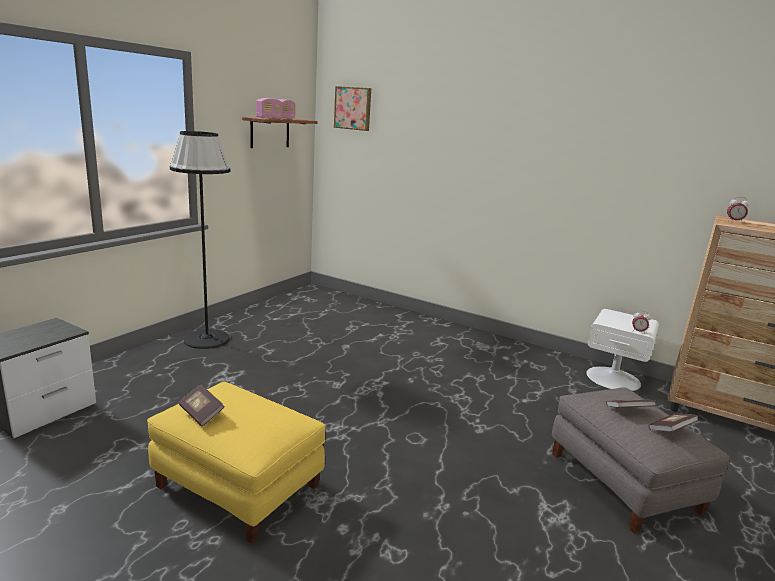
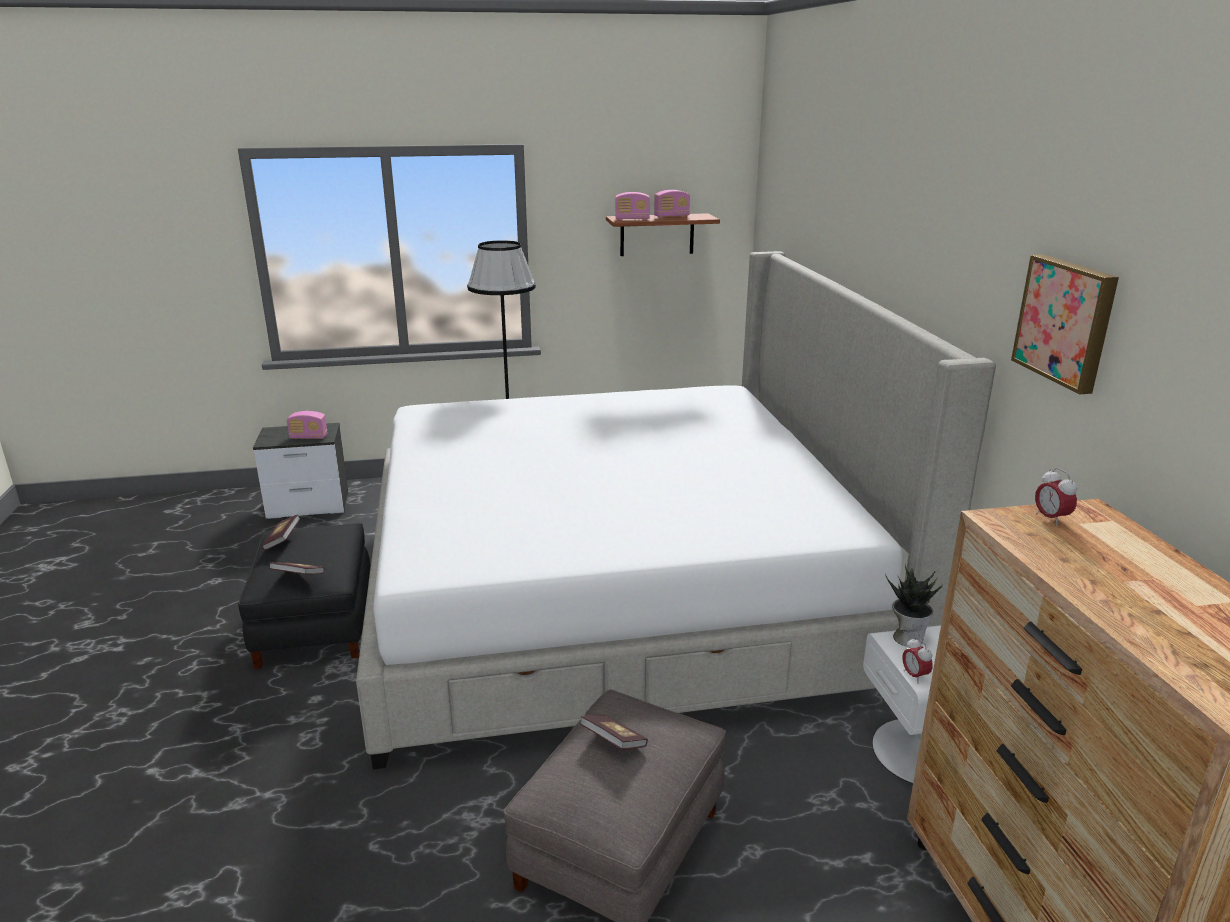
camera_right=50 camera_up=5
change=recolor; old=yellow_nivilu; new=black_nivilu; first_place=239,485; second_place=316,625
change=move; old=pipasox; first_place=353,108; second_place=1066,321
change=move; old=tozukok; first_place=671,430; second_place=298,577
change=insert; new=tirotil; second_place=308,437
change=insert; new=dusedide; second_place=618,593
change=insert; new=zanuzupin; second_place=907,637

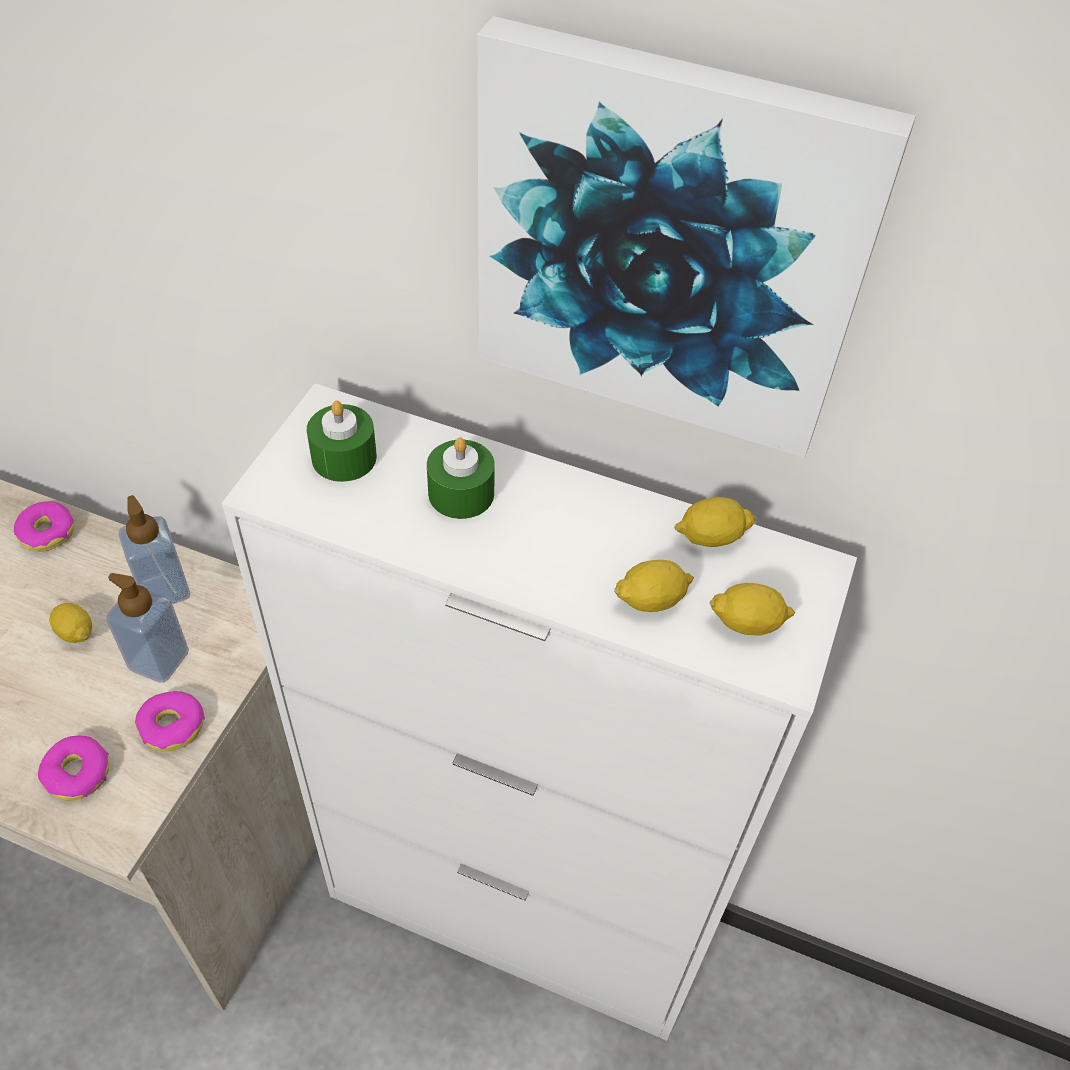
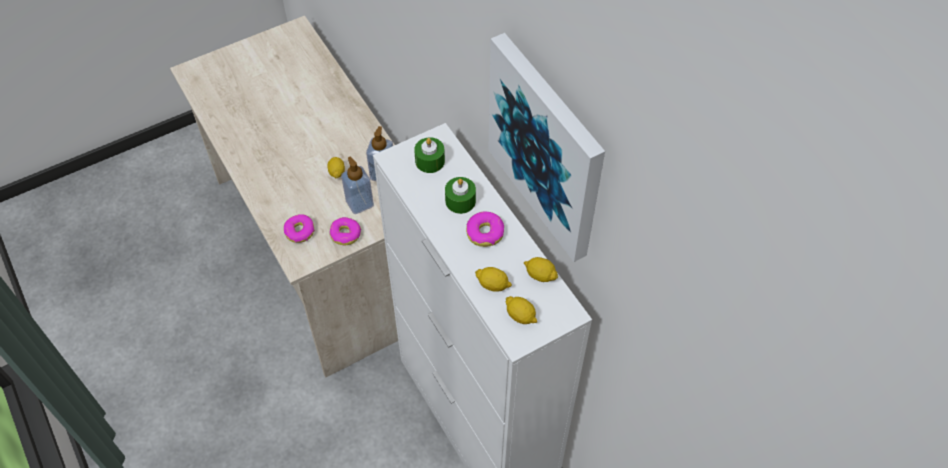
camera_right=40 camera_up=5
change=move; old=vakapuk; first_place=47,532; second_place=485,233

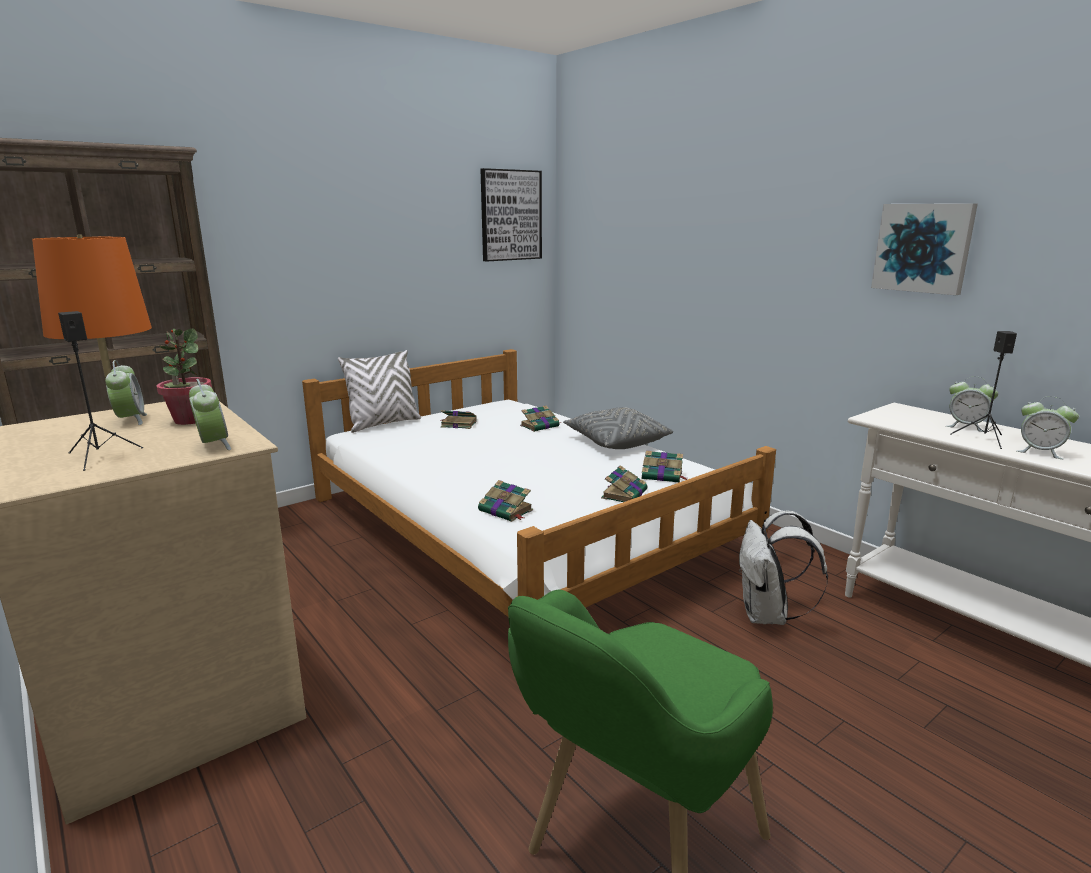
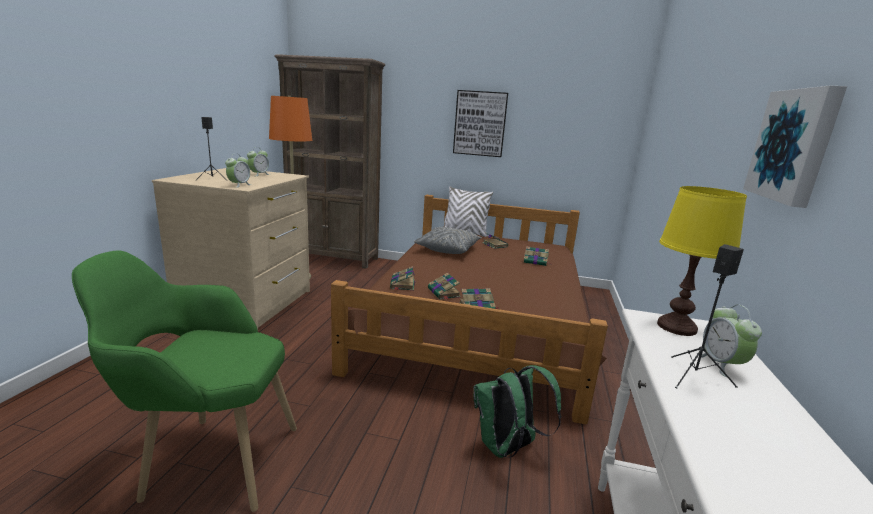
camera_right=50 camera_up=0
change=delete; old=zanuzupin; first_place=190,420
change=recolor; old=white_dusedide; new=brown_dusedide; first_place=520,527; second_place=478,319
change=move; old=pipasox; first_place=510,215; second_place=480,123
change=move; old=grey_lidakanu; first_place=616,442; second_place=448,249
change=move; old=tozukok; first_place=663,476; second_place=444,293
change=recolor; old=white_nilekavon; new=green_nilekavon; first_place=768,616; second_place=507,448
change=delete; old=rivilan; first_place=1039,452
change=insert; new=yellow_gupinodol; second_place=676,327

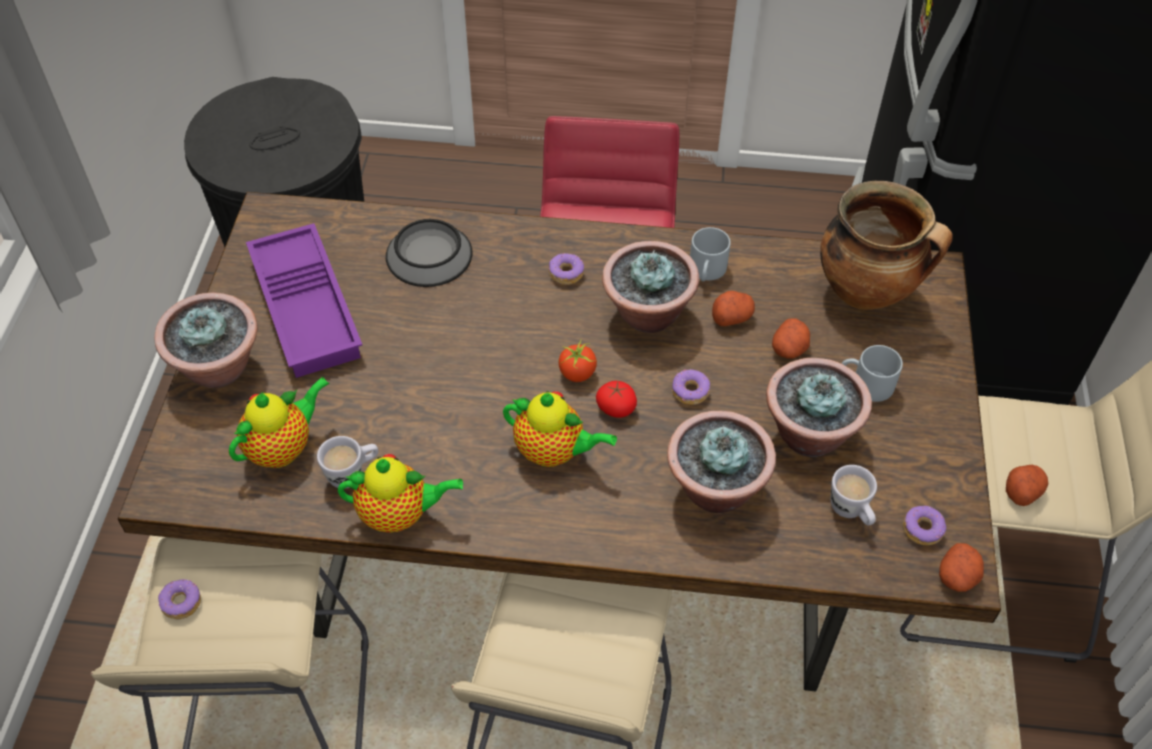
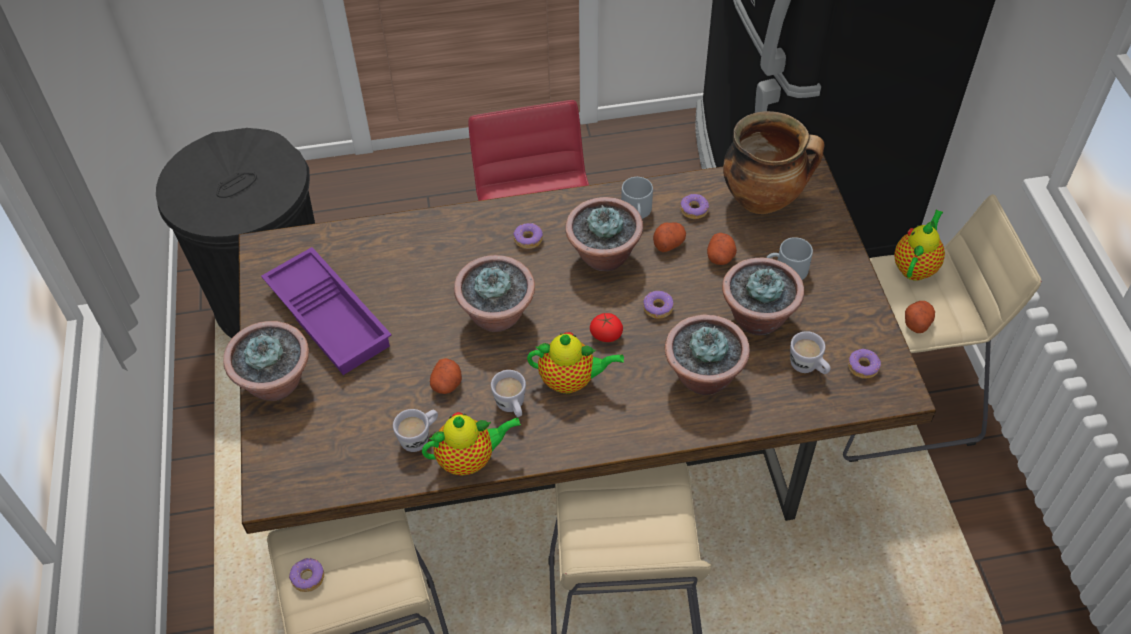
camera_right=-15 camera_up=0
change=move; old=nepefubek; first_place=283,448; second_place=915,266
change=delete; old=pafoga; first_place=429,254
change=delete; old=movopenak; first_place=577,373
change=move; old=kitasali; first_place=957,577; second_place=447,384
change=insert; new=zanuzupin; second_place=497,316
change=insert; new=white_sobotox; second_place=512,407
change=insert; new=vakapuk; second_place=694,210

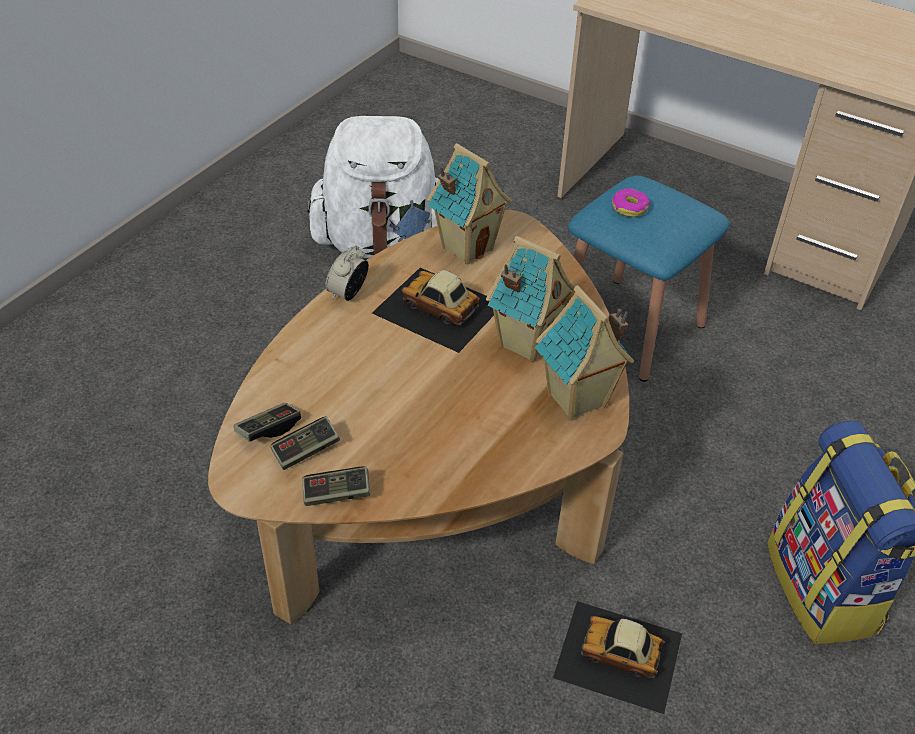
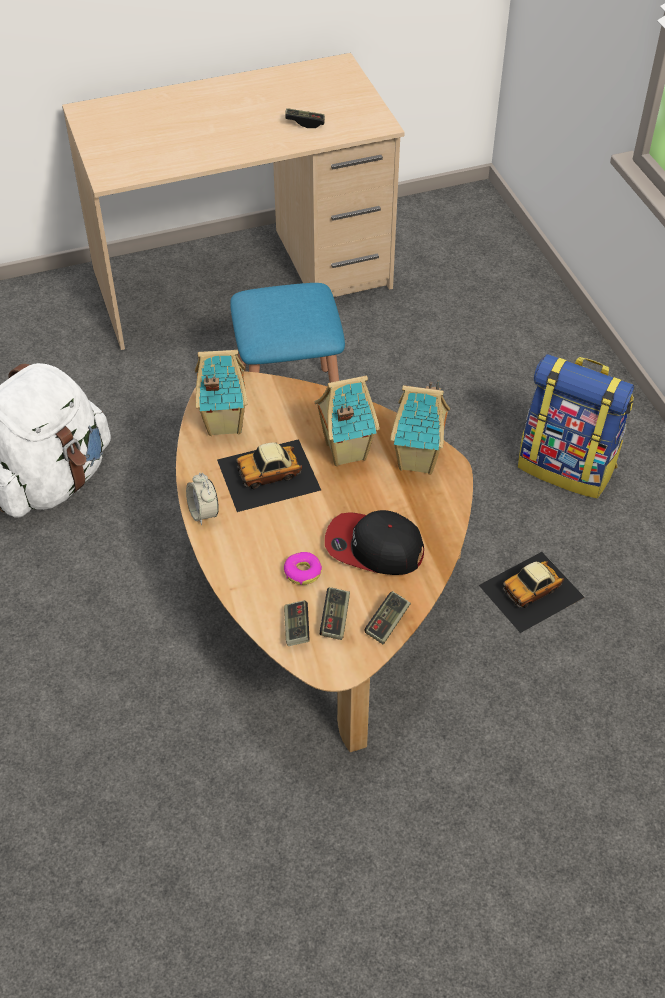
camera_right=-50 camera_up=5
change=move; old=vakapuk; first_place=629,208; second_place=302,572
change=insert; new=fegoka; second_place=305,123
change=insert; new=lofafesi; second_place=373,547

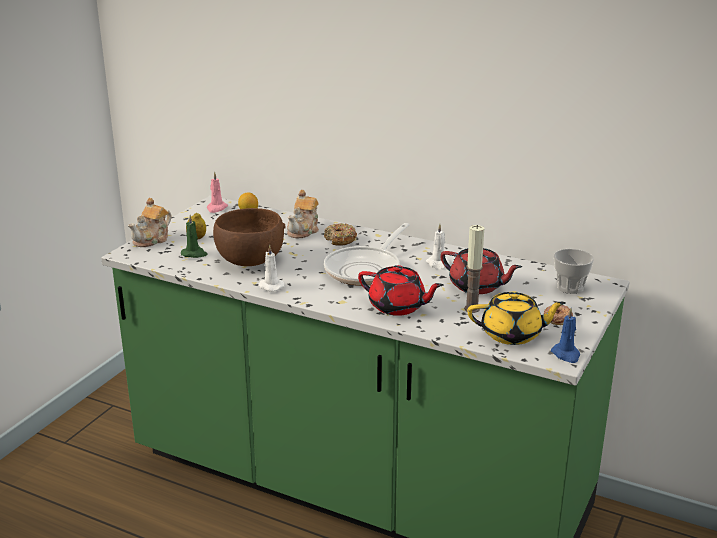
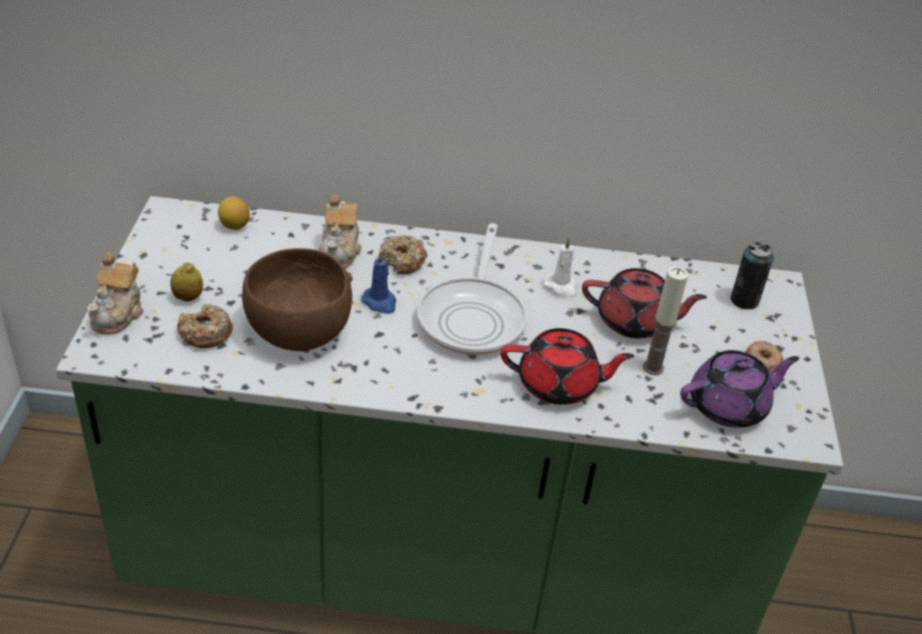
camera_right=-25 camera_up=15
change=replace; old=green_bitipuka; new=vakapuk; first_place=194,254; second_place=205,333
change=delete; old=pink_bitipuka; first_place=216,208
change=delete; old=white_bitipuka; first_place=270,286
change=recolor; old=yellow_nepefubek; new=purple_nepefubek; first_place=512,335; second_place=729,406
change=move; old=blue_bitipuka; first_place=566,355; second_place=380,302
change=replace; old=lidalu; new=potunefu; first_place=570,287; second_place=744,300

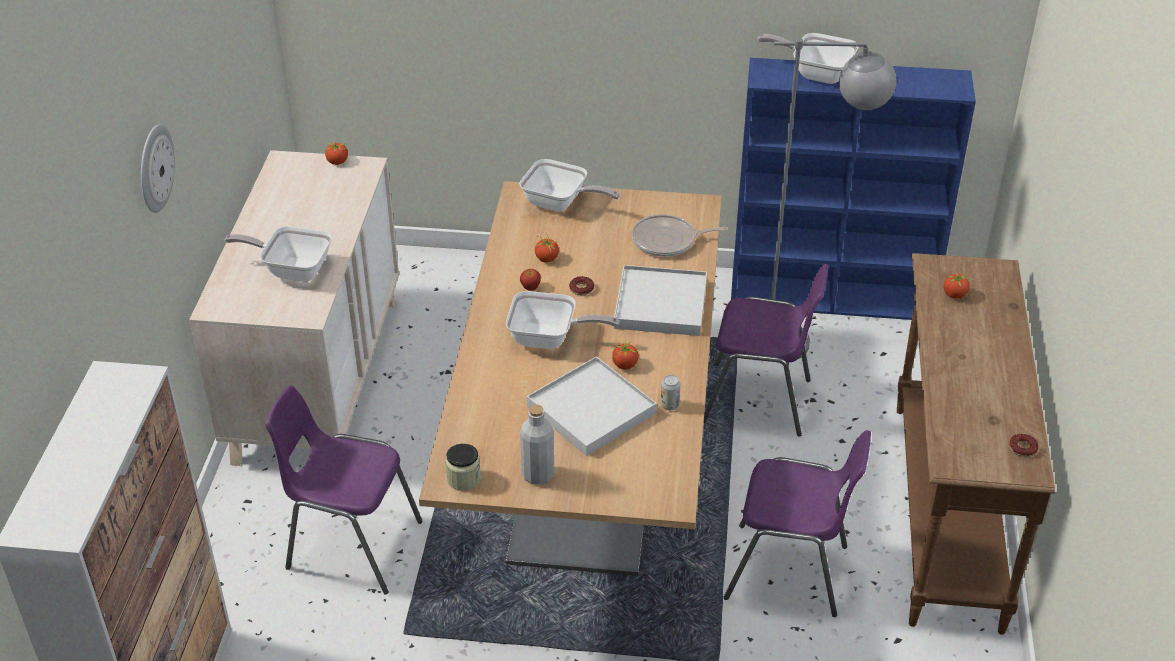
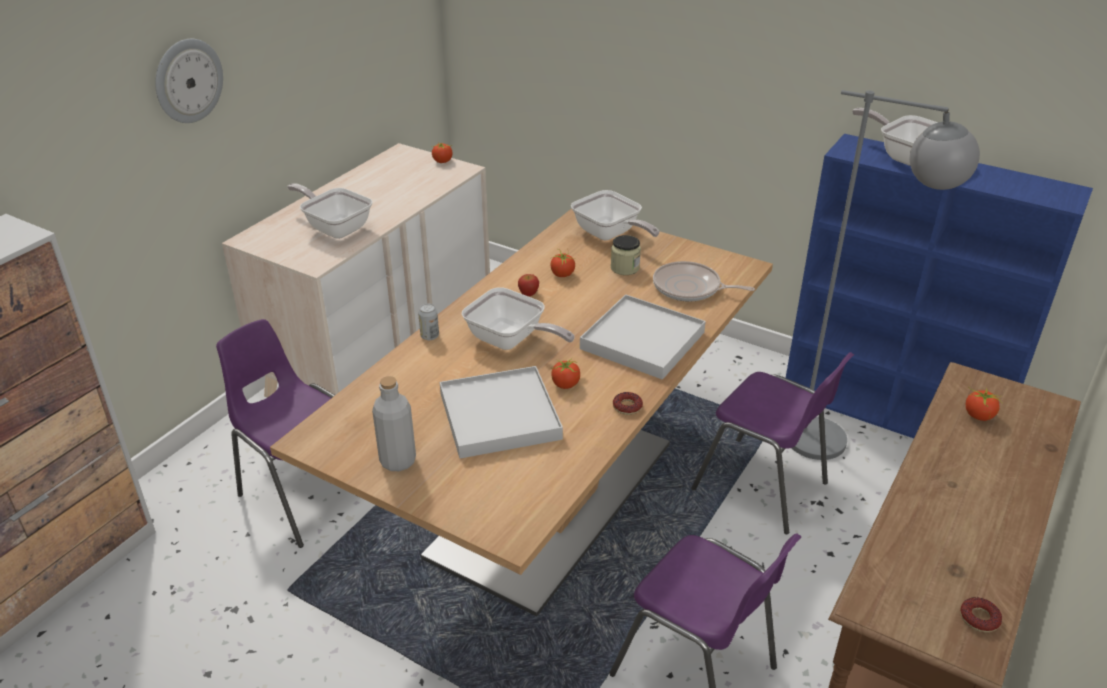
camera_right=25 camera_up=-5
change=move; old=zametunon; first_place=464,479; second_place=625,268
change=move; old=vakapuk; first_place=581,288; second_place=627,406
change=move; old=potunefu; first_place=669,405; second_place=429,336

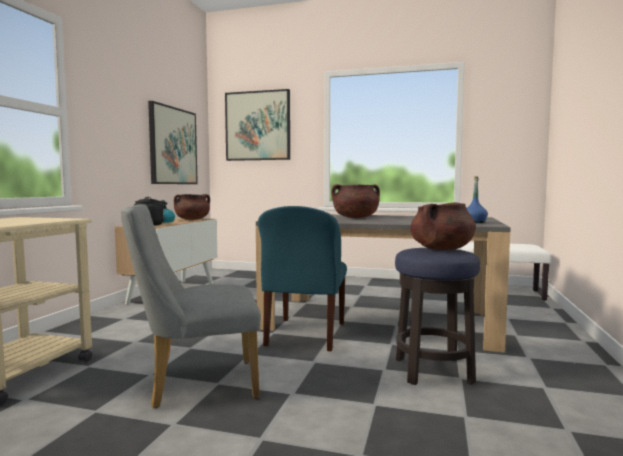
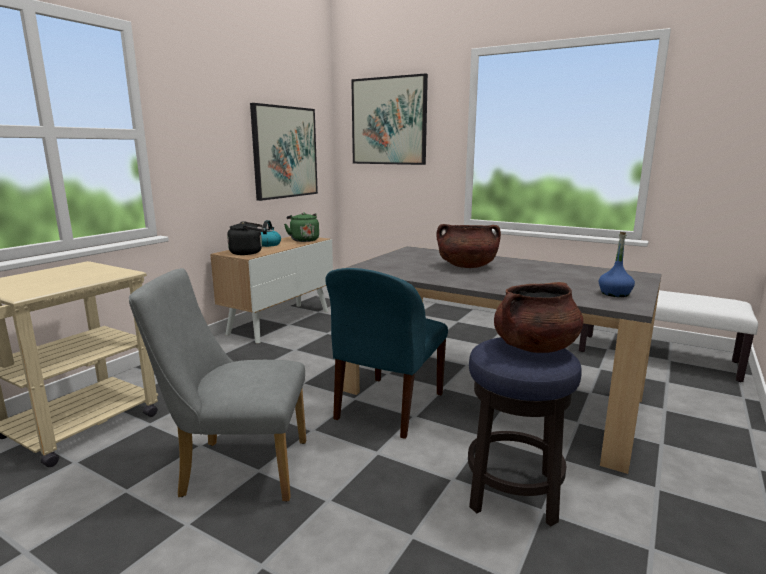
camera_right=15 camera_up=10
change=replace; old=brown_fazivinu; new=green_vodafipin; first_place=192,219; second_place=303,240

